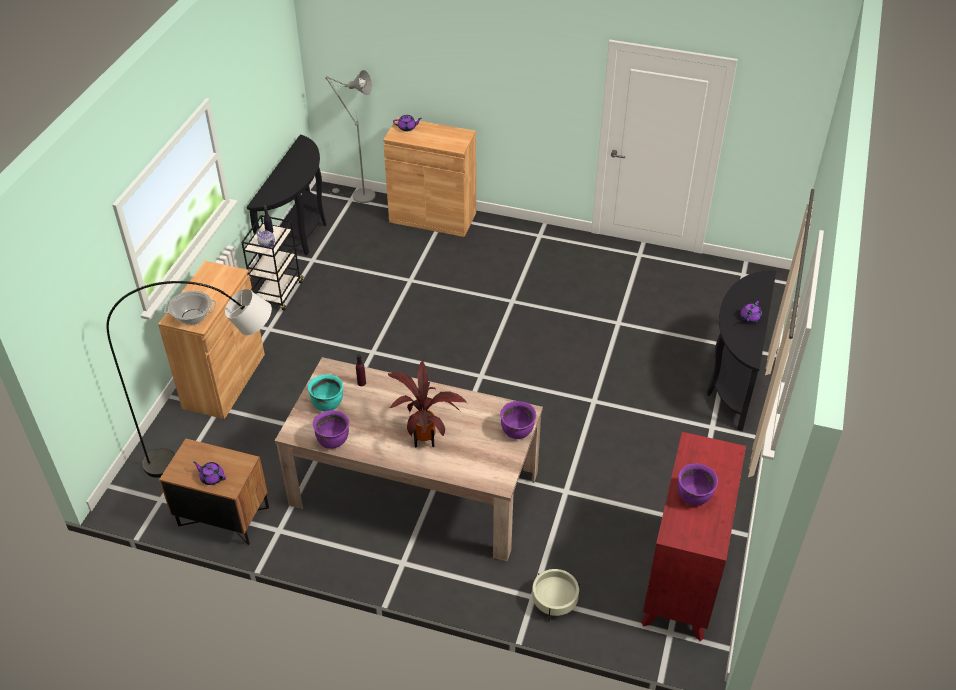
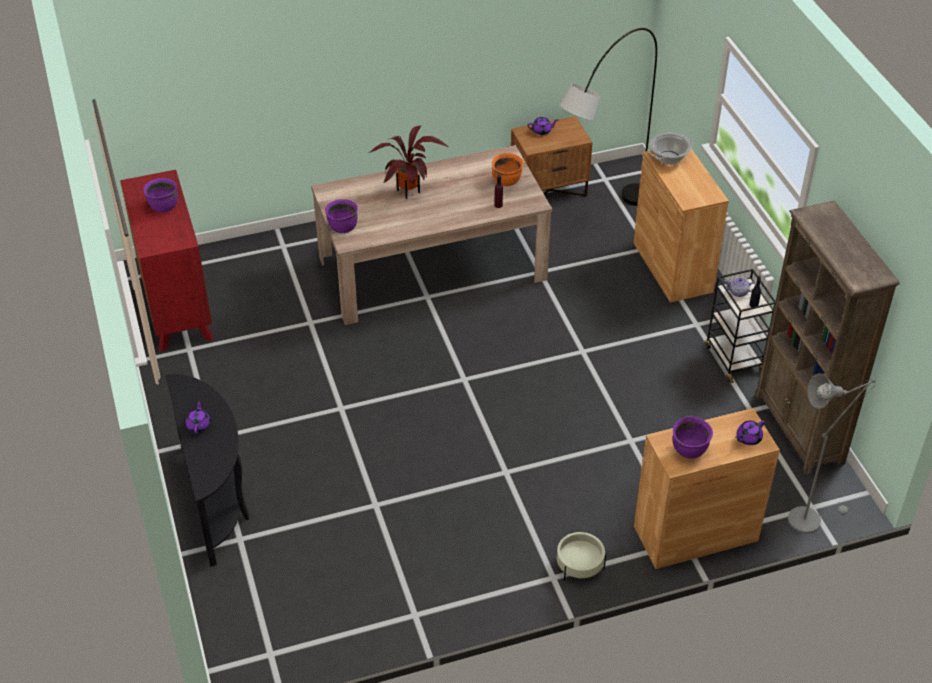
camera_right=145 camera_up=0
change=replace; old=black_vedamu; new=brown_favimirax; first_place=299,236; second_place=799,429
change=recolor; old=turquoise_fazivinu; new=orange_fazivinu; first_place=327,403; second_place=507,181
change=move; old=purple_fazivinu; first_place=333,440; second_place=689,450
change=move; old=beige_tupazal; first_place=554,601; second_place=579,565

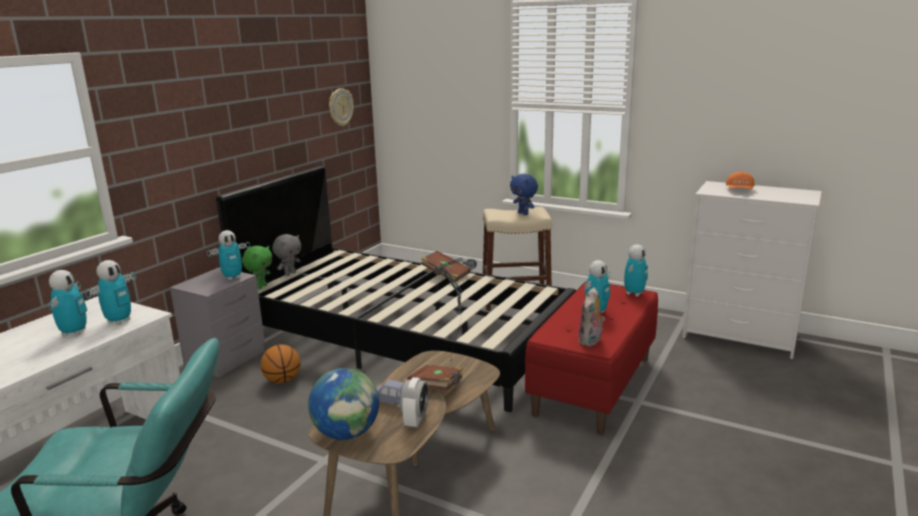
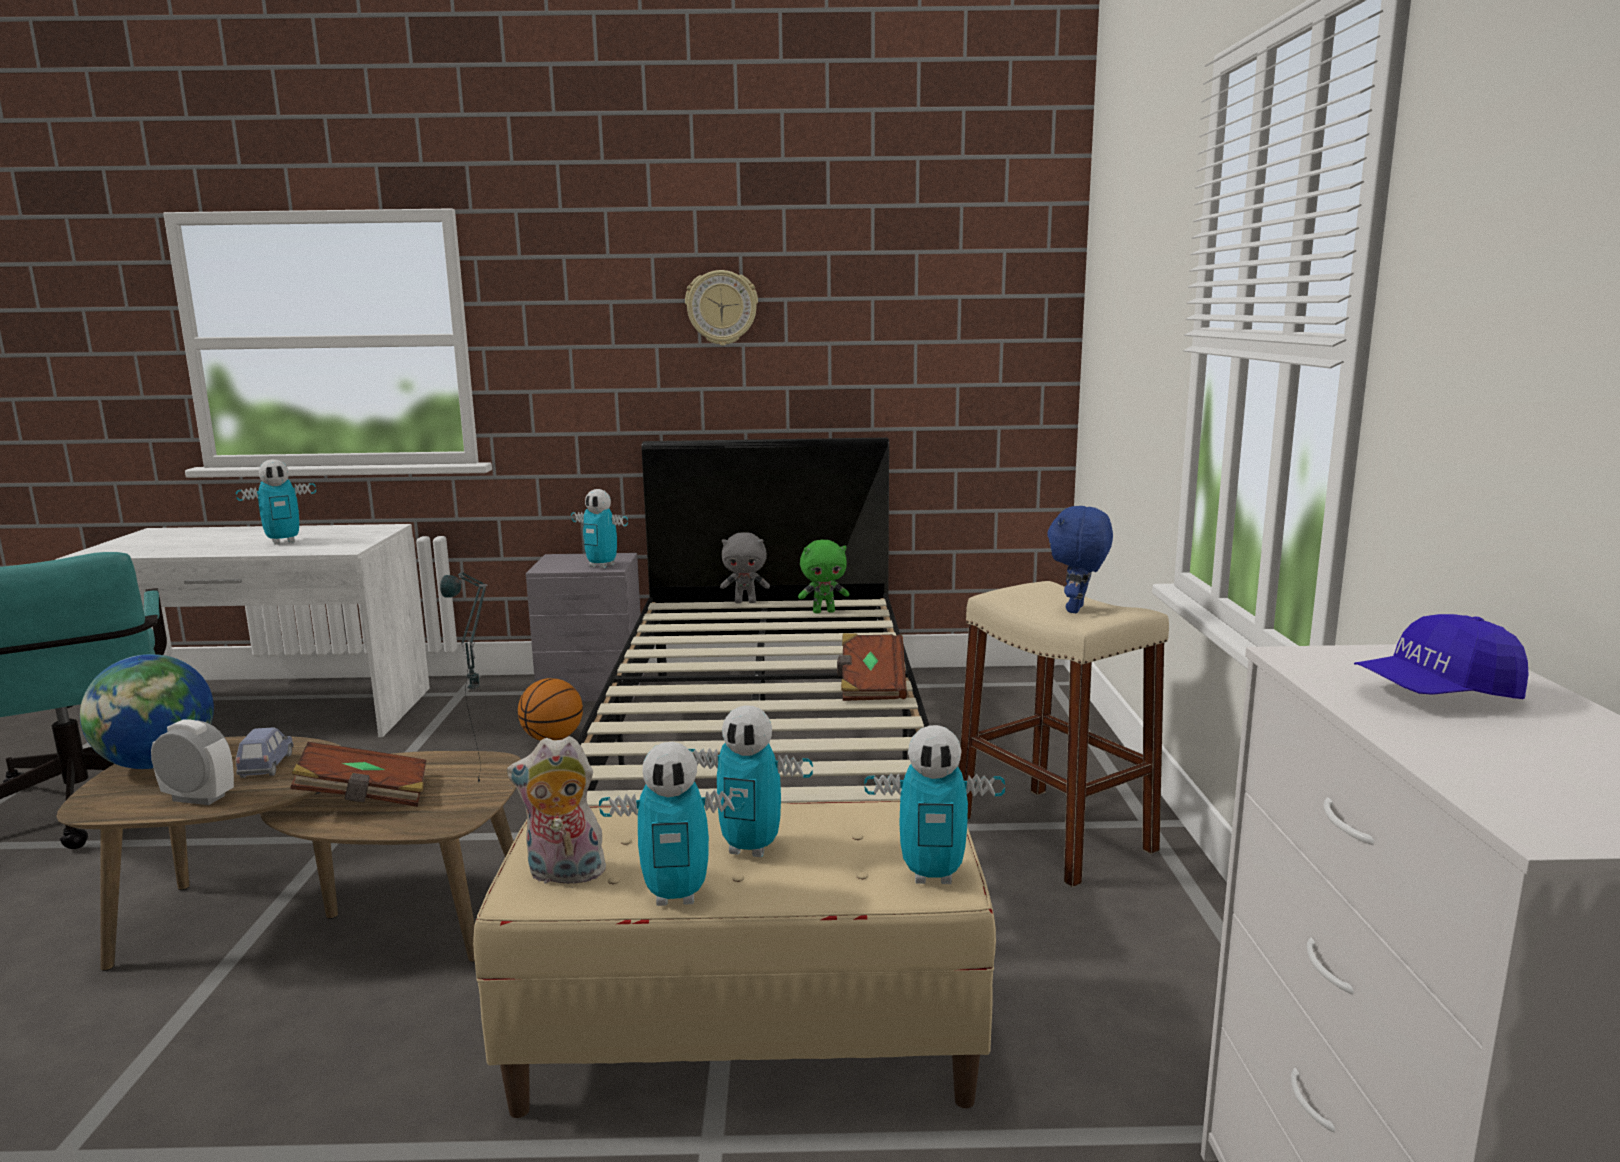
camera_right=60 camera_up=-5
change=move; old=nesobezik; first_place=119,321; second_place=676,896
change=move; old=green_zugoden; first_place=261,287; second_place=824,611
change=move; old=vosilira; first_place=340,107; second_place=721,308
change=rotate; old=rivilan; first_place=415,420; second_place=198,798; degrees=-150
change=recolor; old=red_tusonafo; new=beige_tusonafo; first_place=593,385; second_place=747,1042
change=recolor; old=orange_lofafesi; new=blue_lofafesi; first_place=739,190; second_place=1436,694

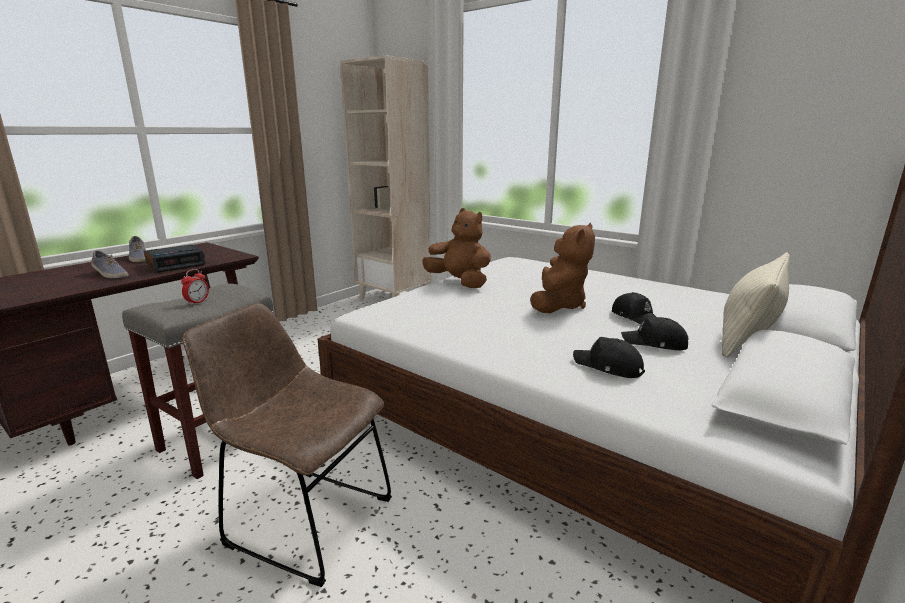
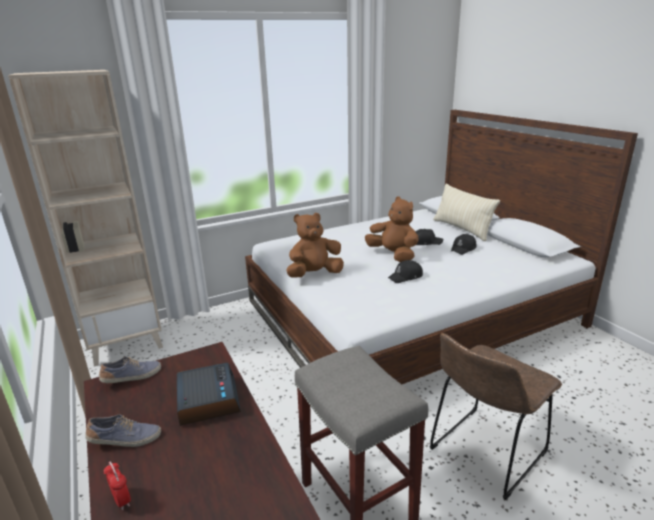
camera_right=-65 camera_up=5
change=move; old=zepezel; first_place=109,274; second_place=132,378
change=move; old=rivilan; first_place=197,302; second_place=122,500
change=move; old=black_lofafesi; first_place=608,367; second_place=406,277

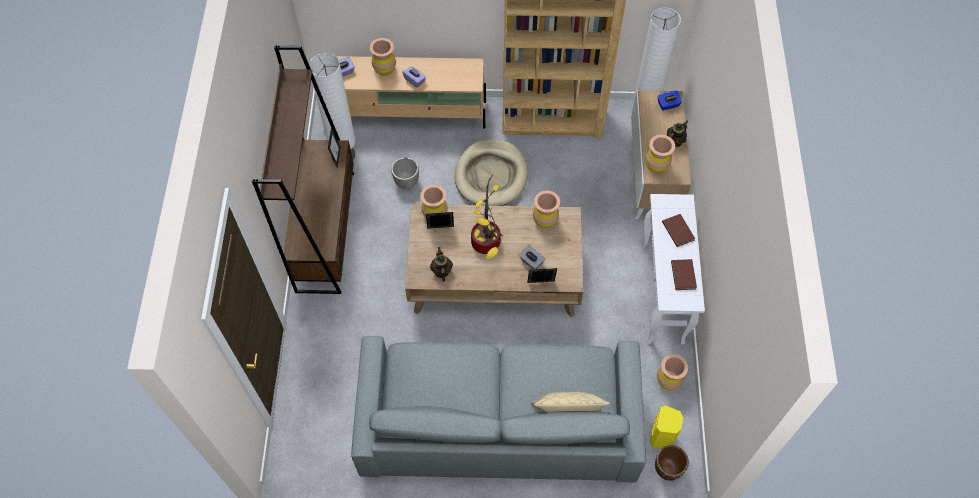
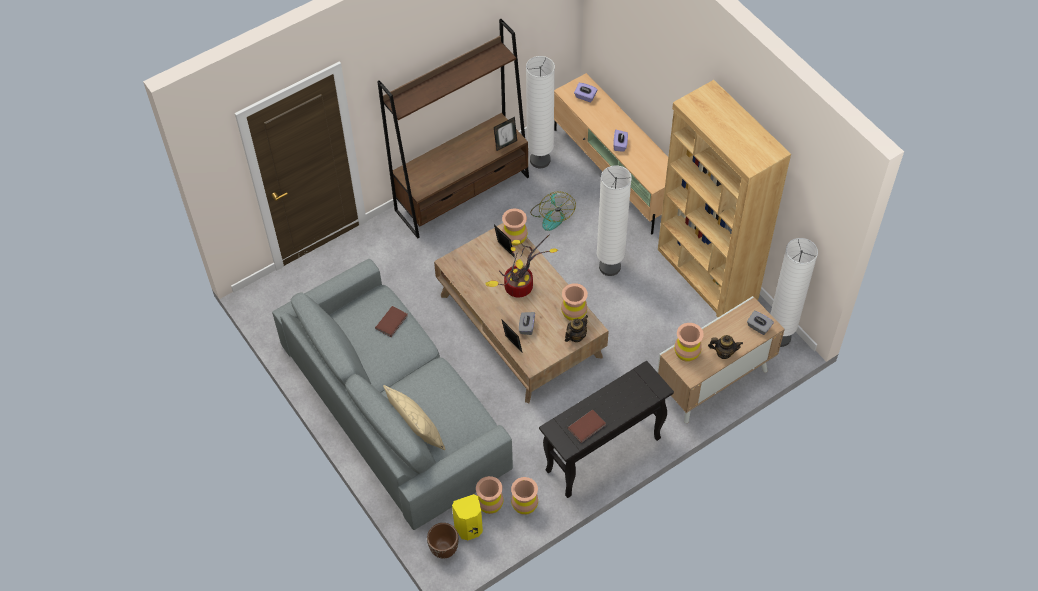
camera_right=55 camera_up=-5
change=move; old=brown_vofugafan; first_place=384,69; second_place=490,504
change=replace; old=grey_tupazal; new=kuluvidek; first_place=406,182; second_place=552,215
change=move; old=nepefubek; first_place=441,271; second_place=576,336
change=replace; old=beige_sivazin; new=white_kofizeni; first_place=491,175; second_place=609,267
change=recolor; old=white_vedamu; new=black_vedamu; first_place=662,294; second_place=602,455
change=recolor; old=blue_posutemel; new=grey_posutemel; first_place=668,105; second_place=758,327
change=move; old=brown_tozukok; first_place=678,230; second_place=392,322

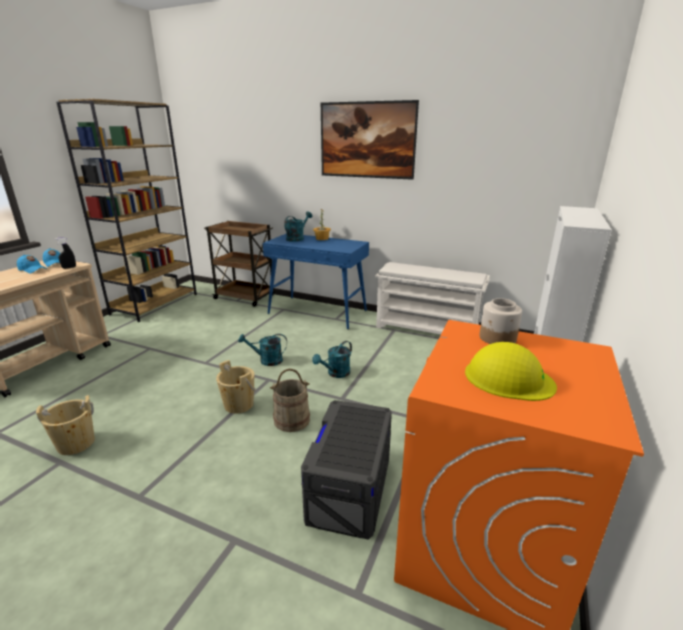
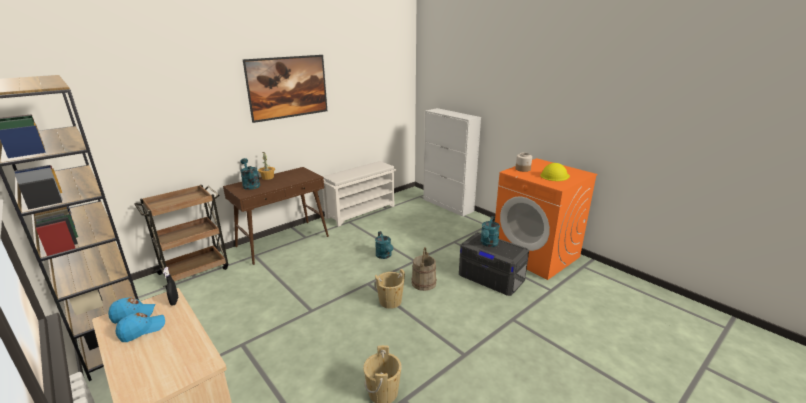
camera_right=-65 camera_up=0
change=move; old=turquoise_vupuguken; first_place=266,360; second_place=488,244
change=recolor; old=blue_vedamu; new=brown_vedamu; first_place=318,312; second_place=283,241

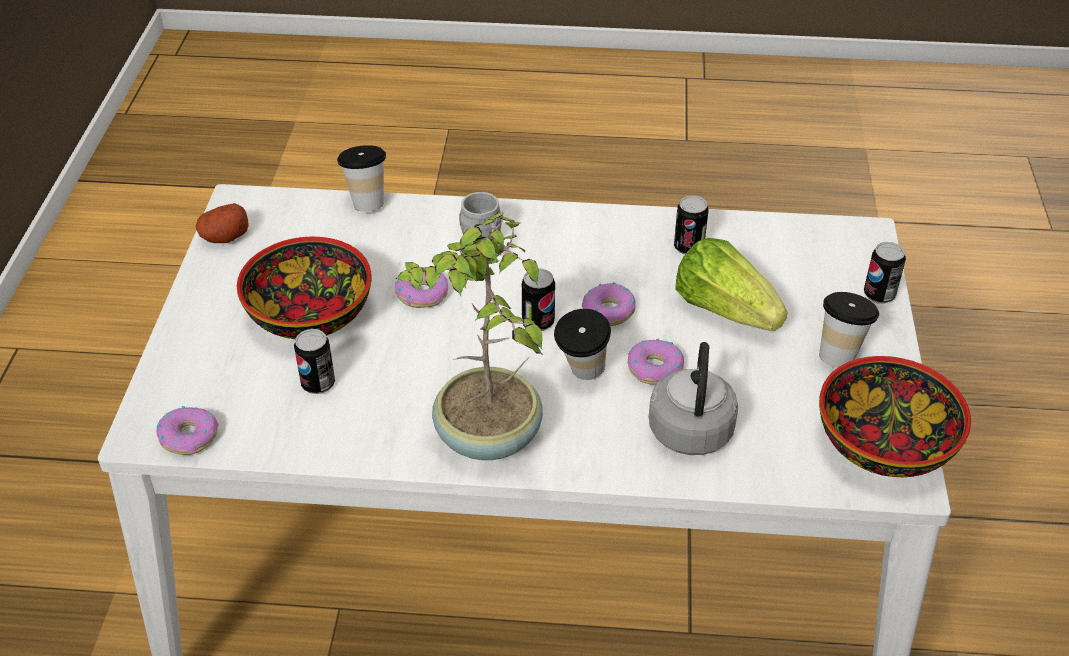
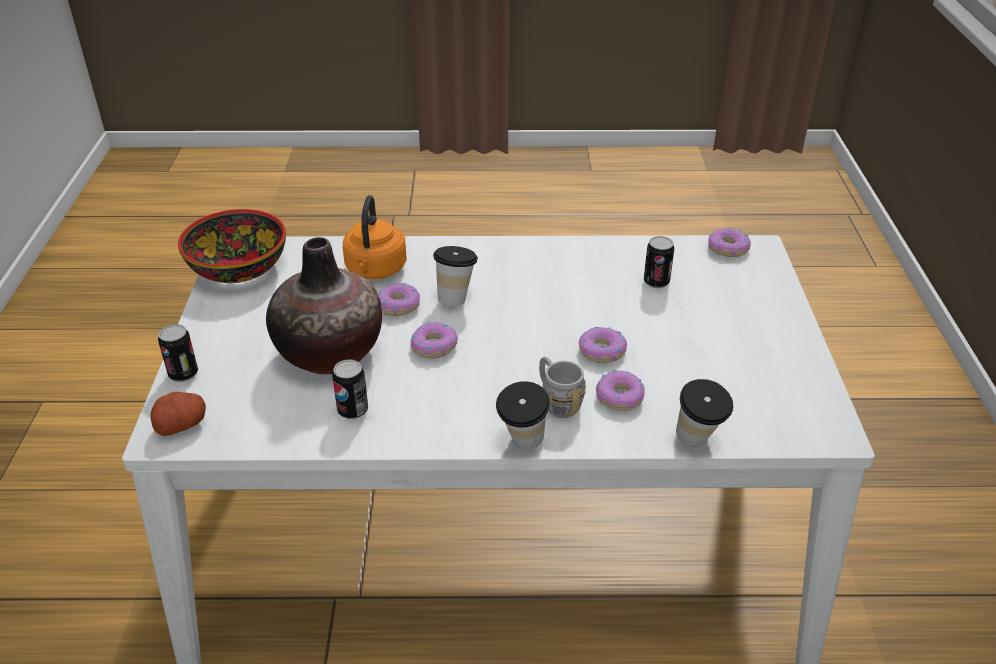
camera_right=175 camera_up=-5
change=move; old=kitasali; first_place=224,237; second_place=182,424
change=delete; old=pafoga; first_place=311,315
change=delete; old=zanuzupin; first_place=486,438
change=delete; old=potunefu; first_place=538,322
change=recolor; old=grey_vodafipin; new=orange_vodafipin; first_place=691,427; second_place=375,270
change=replace; old=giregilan; new=vofugafan; first_place=725,309; second_place=330,353
change=move; old=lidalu; first_place=839,354; second_place=522,445
change=insert; new=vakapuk; second_place=620,396

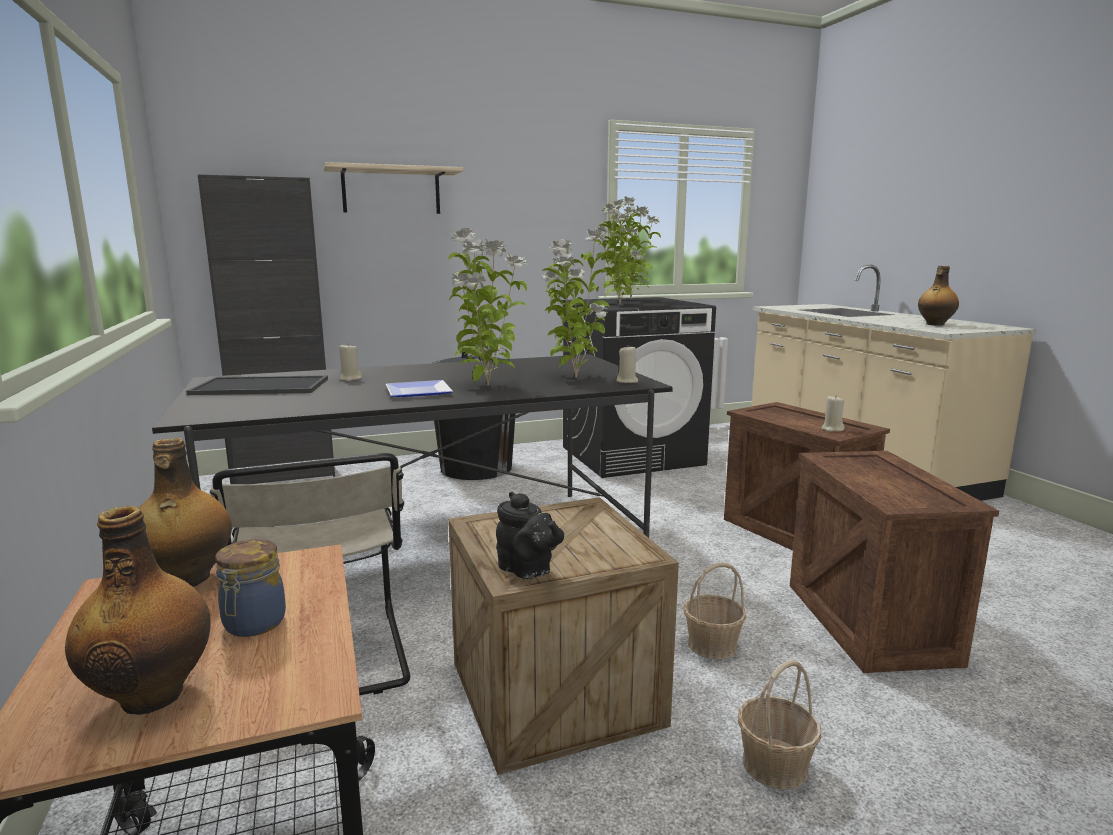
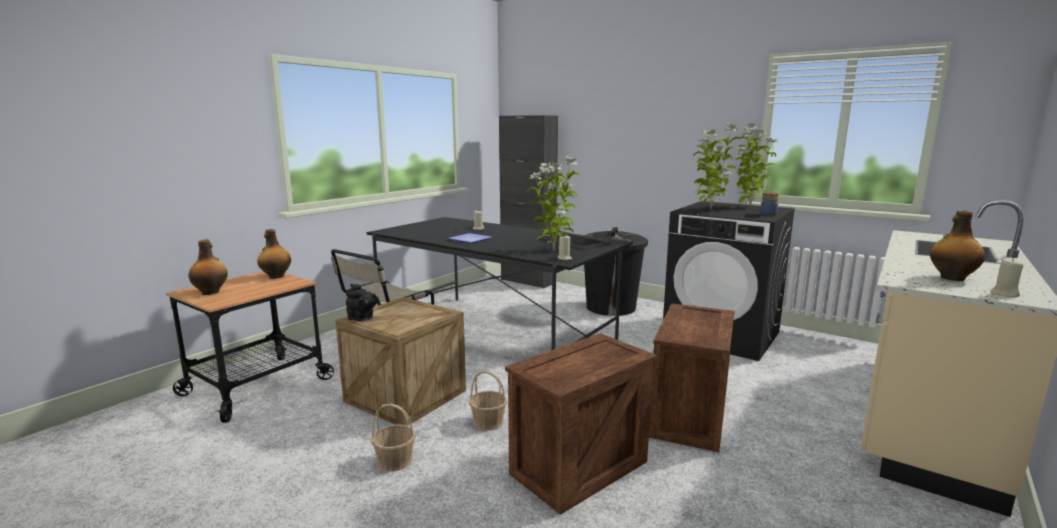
camera_right=55 camera_up=0
change=move; old=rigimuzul; first_place=263,386; second_place=574,241
change=move; old=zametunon; first_place=253,624; second_place=767,214
change=delete; old=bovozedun; first_place=391,191
change=delete; old=zanuzupin; first_place=486,386
change=rotate; old=black_nepefubek; first_place=528,570; second_place=362,319; degrees=-75
change=move; old=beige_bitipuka; first_place=832,429; second_place=1004,294

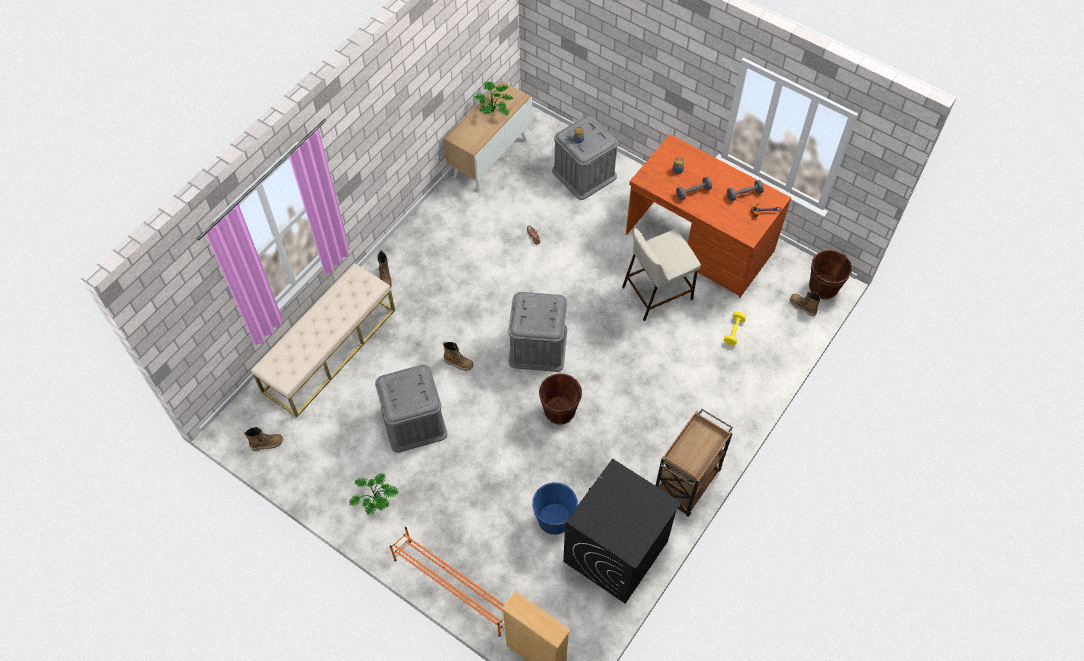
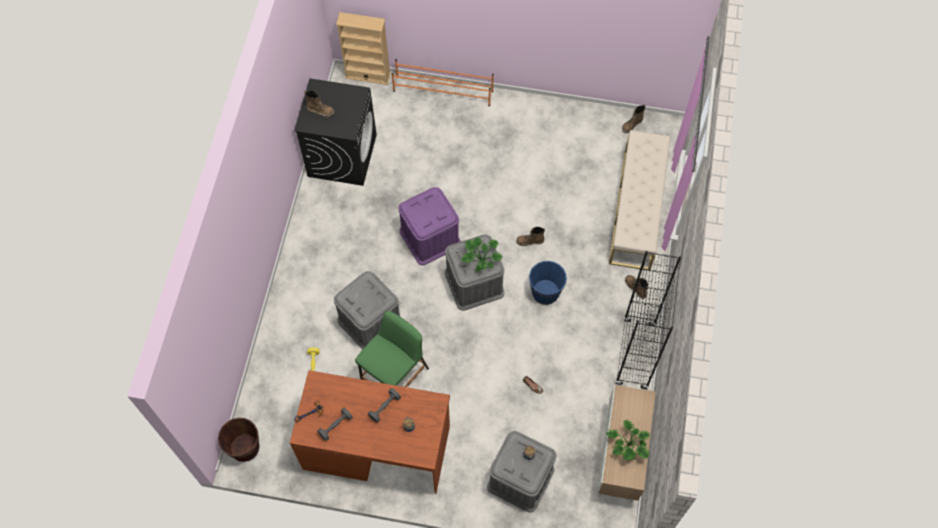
camera_right=155 camera_up=5
change=move; old=zanuzupin; first_place=376,501; second_place=481,260
change=move; old=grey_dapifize; first_place=414,421; second_place=370,321
change=move; old=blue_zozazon; first_place=554,519; second_place=545,292
change=replace; old=brown_zozazon; new=purple_dapifize; first_place=559,411; second_place=430,237
change=recolor; old=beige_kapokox; new=green_kapokox; first_place=658,292; second_place=394,376
change=delete; old=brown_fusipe; first_place=686,484
change=move; old=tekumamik; first_place=802,307; second_place=320,111
change=insert; new=black_favimirax; second_place=635,354

